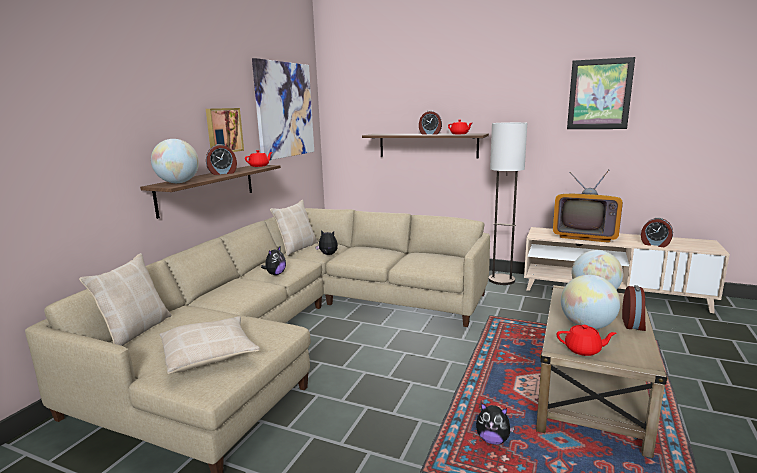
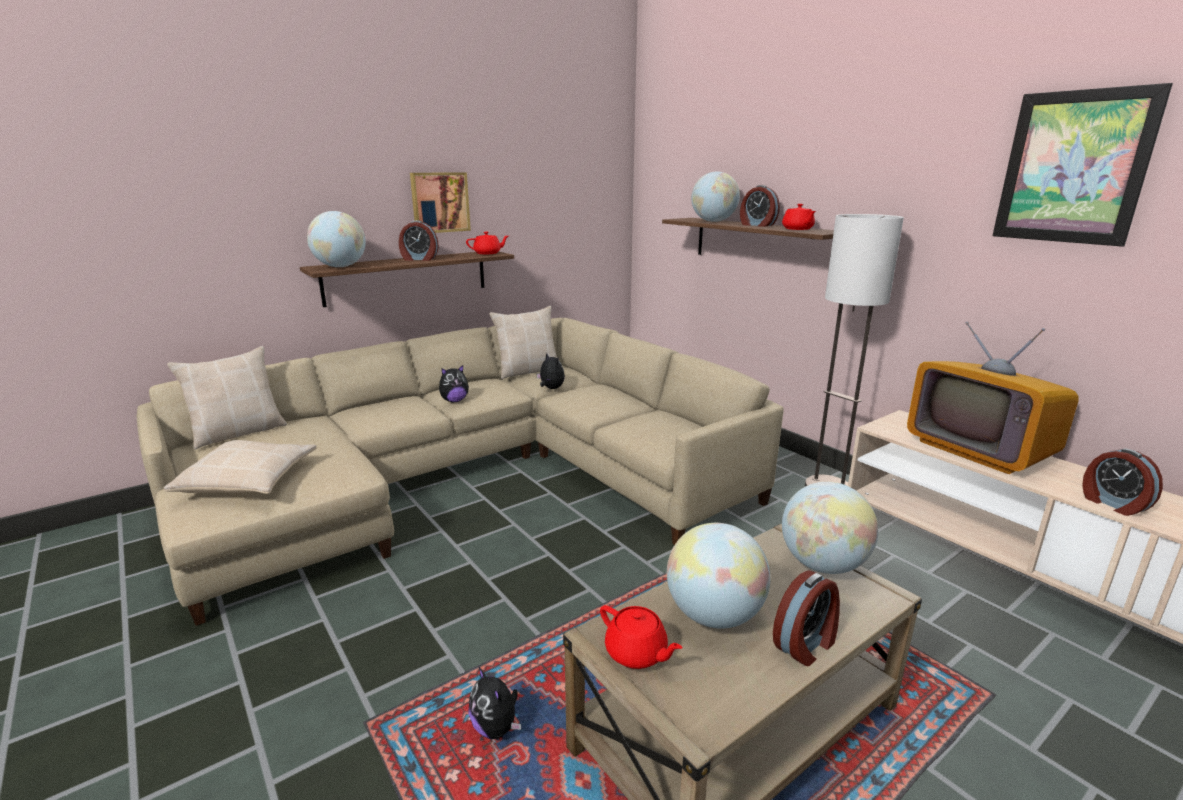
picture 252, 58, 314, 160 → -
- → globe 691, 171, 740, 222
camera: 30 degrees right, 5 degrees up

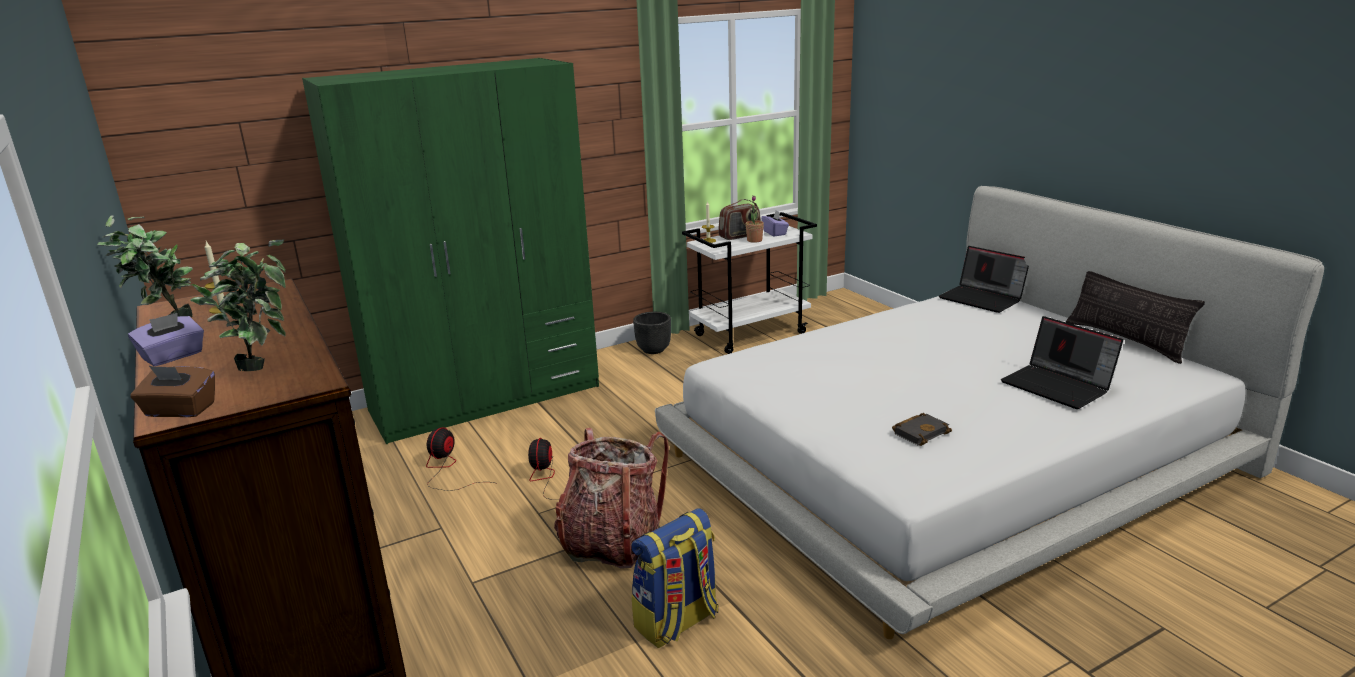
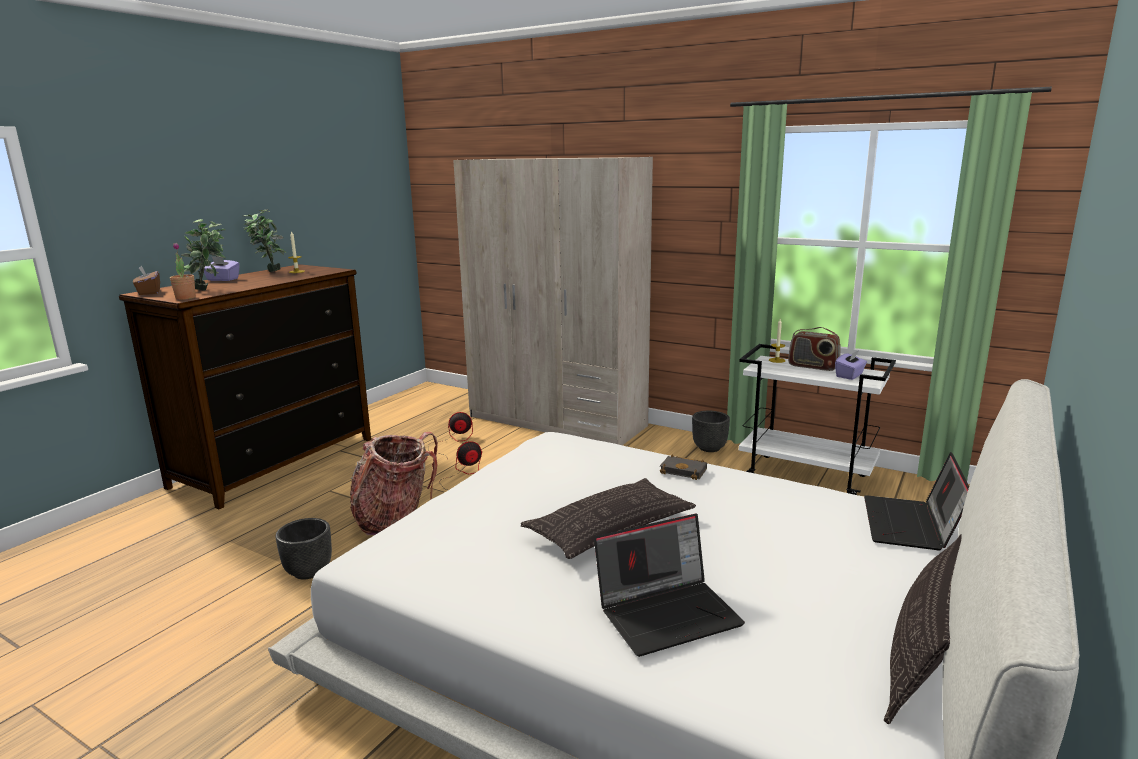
- → pillow 521, 478, 696, 559
potted plant 745, 196, 764, 243 → potted plant 170, 243, 196, 300, shifted
book/black 892, 413, 952, 446 → book/black 660, 455, 707, 480, shifted
backpack 632, 508, 718, 648 → planter/black 276, 518, 332, 580
wardrobe/green 302, 58, 599, 444 → wardrobe/beige 453, 157, 653, 445
laptop 1001, 316, 1123, 409 → laptop 594, 514, 745, 657, 135 degrees counterclockwise
camera: 60 degrees right, 5 degrees down

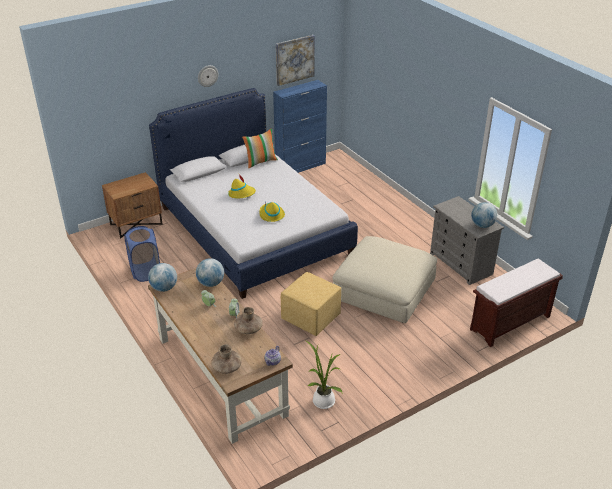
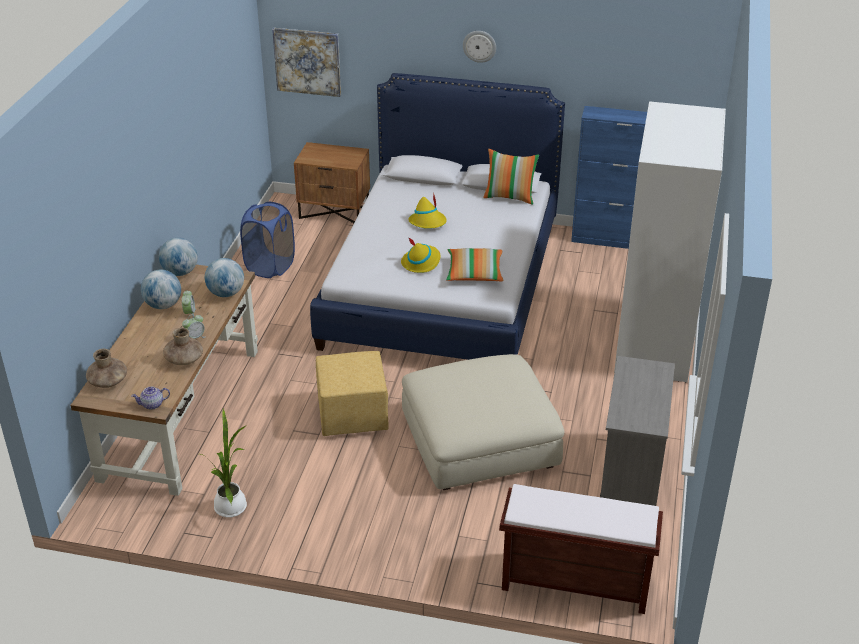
- → pillow 446, 248, 504, 281
- → wardrobe/white 614, 101, 726, 383
picture 276, 35, 315, 86 → picture 272, 28, 341, 97, shifted
globe 471, 202, 497, 228 → globe 141, 269, 181, 309, shifted
camera: 45 degrees right, 0 degrees up

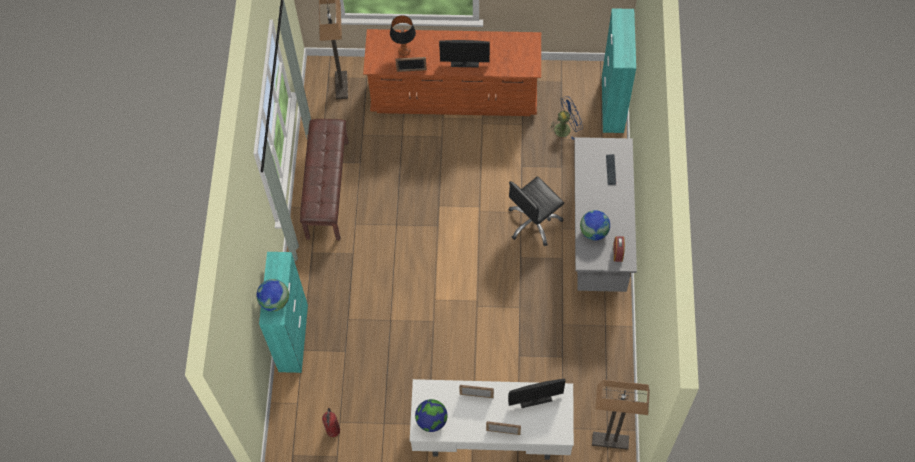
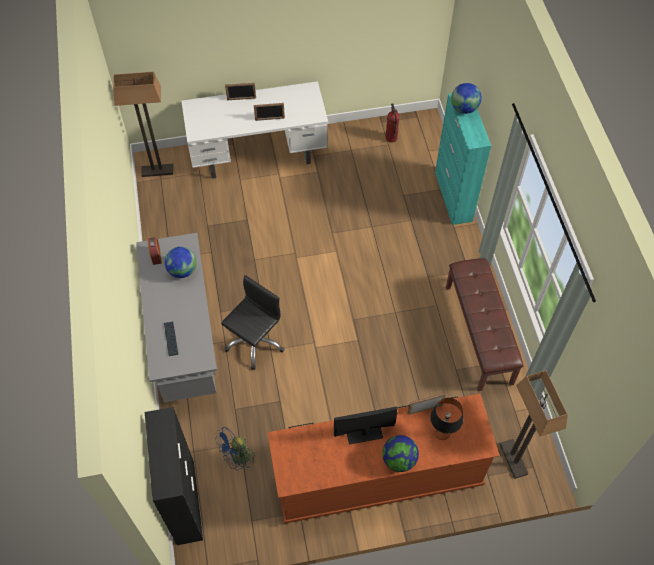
monitor 508, 378, 566, 408 → -
globe 415, 399, 447, 432 → globe 382, 435, 419, 472, shifted
cabinet/turquoise 602, 8, 636, 133 → cabinet/black 145, 407, 203, 545
camera: 165 degrees right, 5 degrees down

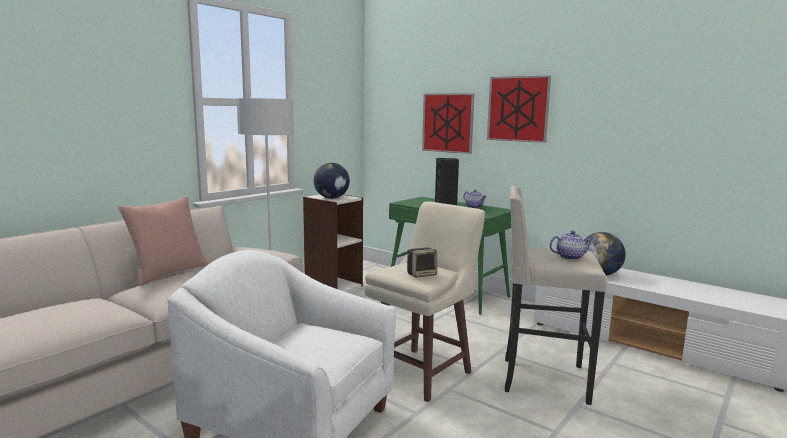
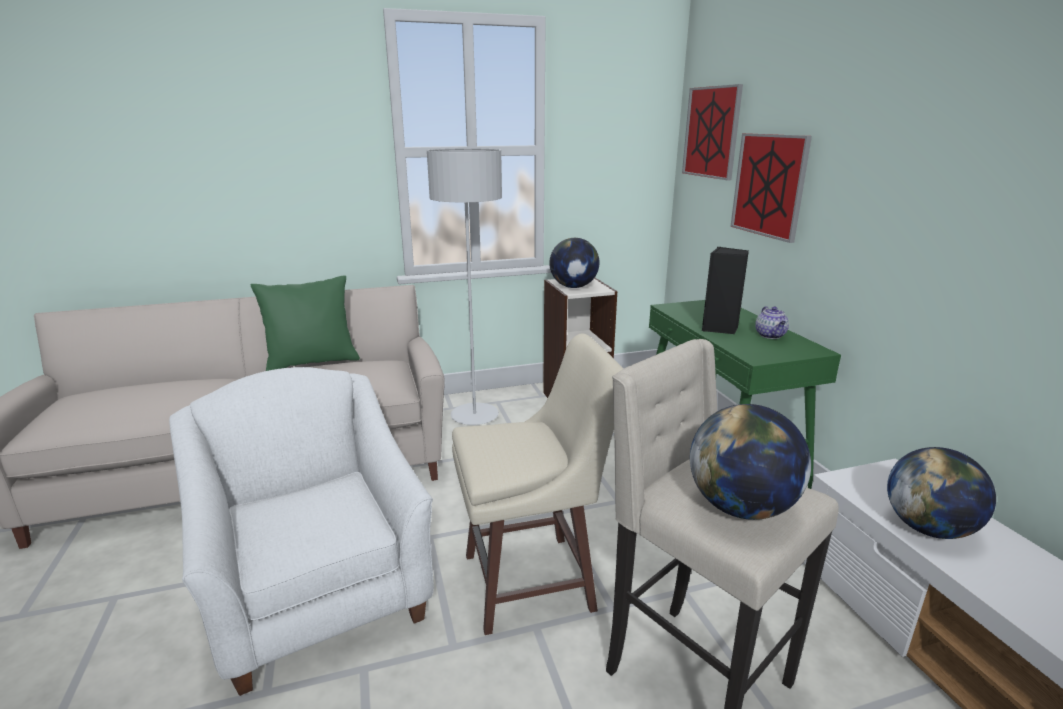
speaker 407, 248, 437, 277 → -
picture 487, 76, 551, 143 → picture 682, 84, 743, 180, shifted
teapot 549, 231, 593, 260 → globe 690, 404, 811, 520
pillow/pink 118, 197, 208, 286 → pillow/green 251, 276, 360, 371
camera: 35 degrees right, 10 degrees up

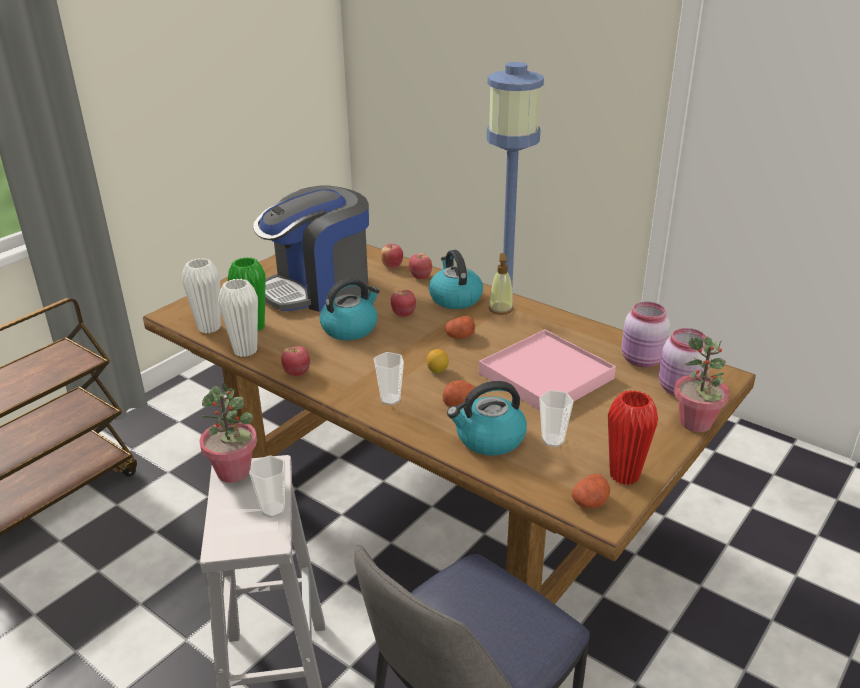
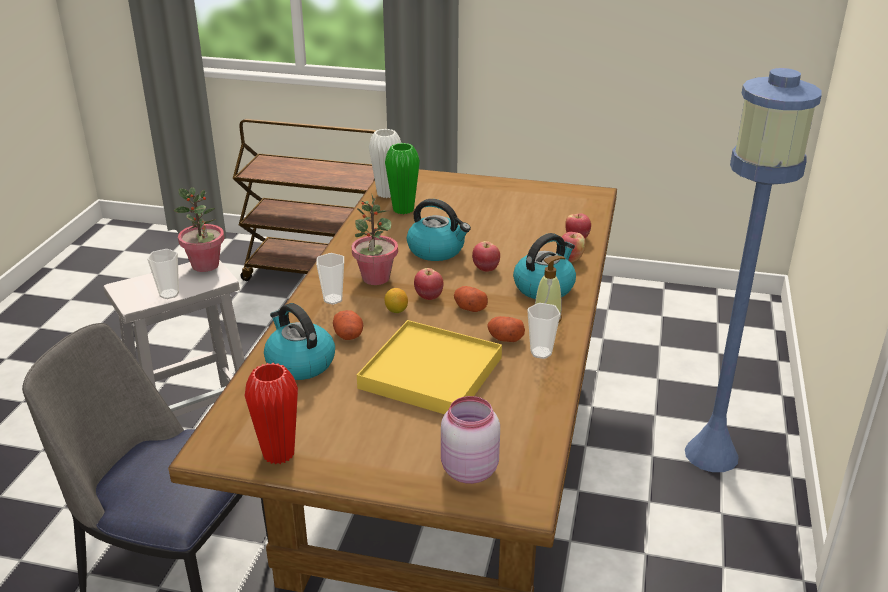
vase/white 218, 279, 258, 357 → -
coffee machine 253, 186, 369, 312 → -
jar/pink 621, 302, 670, 367 → -
apple 281, 346, 310, 377 → apple 414, 268, 444, 300, shifted
cup 539, 390, 574, 447 → cup 527, 303, 561, 359, shifted
potato 572, 474, 610, 509 → potato 487, 316, 525, 342, shifted
potted plant 674, 337, 730, 432 → potted plant 351, 193, 398, 285, shifted
tray/pink 479, 329, 616, 411 → tray/yellow 357, 320, 502, 414
camera: 65 degrees right, 0 degrees up

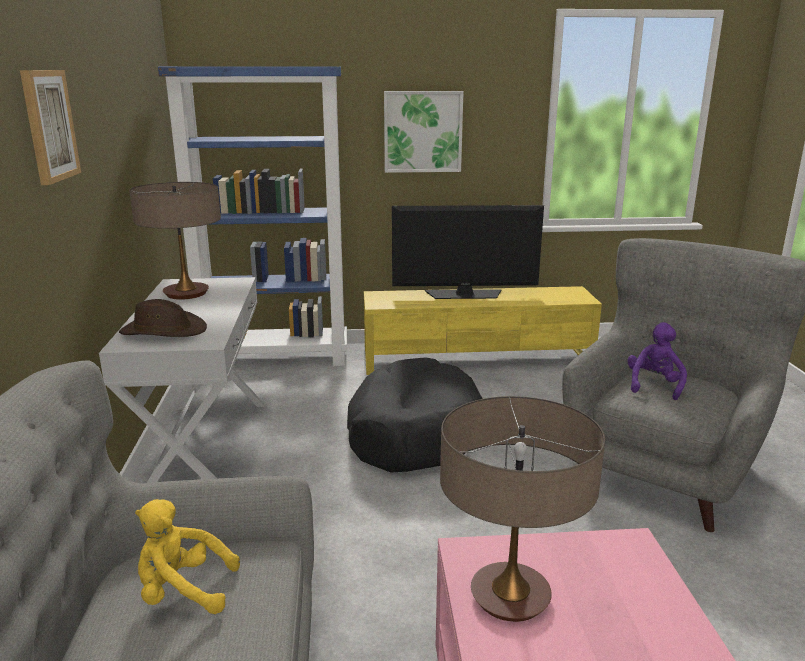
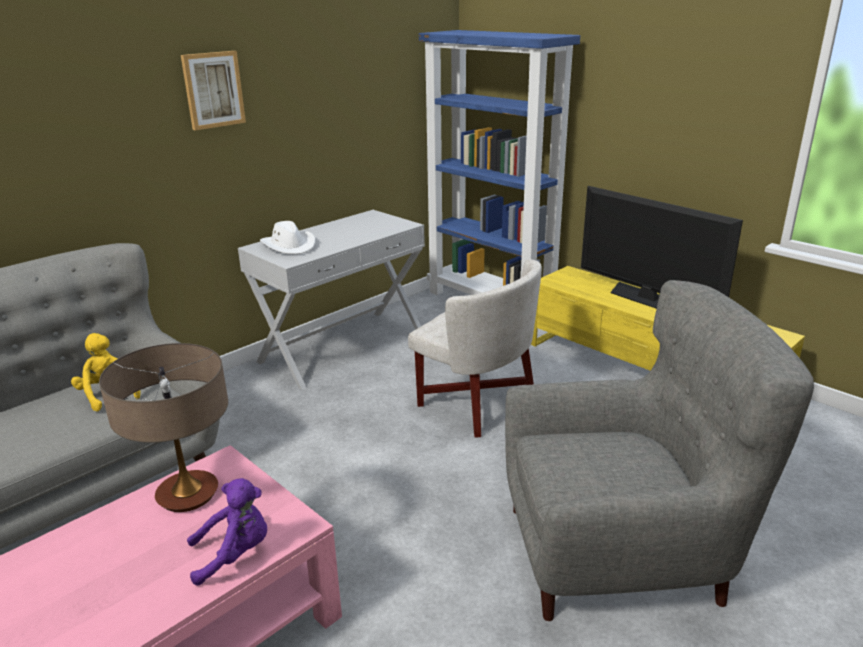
table lamp 129, 182, 221, 300 → -
picture 384, 91, 464, 173 → -
plush toy/purple 627, 322, 687, 400 → plush toy/purple 187, 478, 267, 586, shifted
dog bed/black 347, 357, 483, 472 → armchair/white 408, 259, 542, 438
hat/brown 119, 299, 207, 337 → hat/white 260, 221, 315, 254
camera: 50 degrees right, 5 degrees up

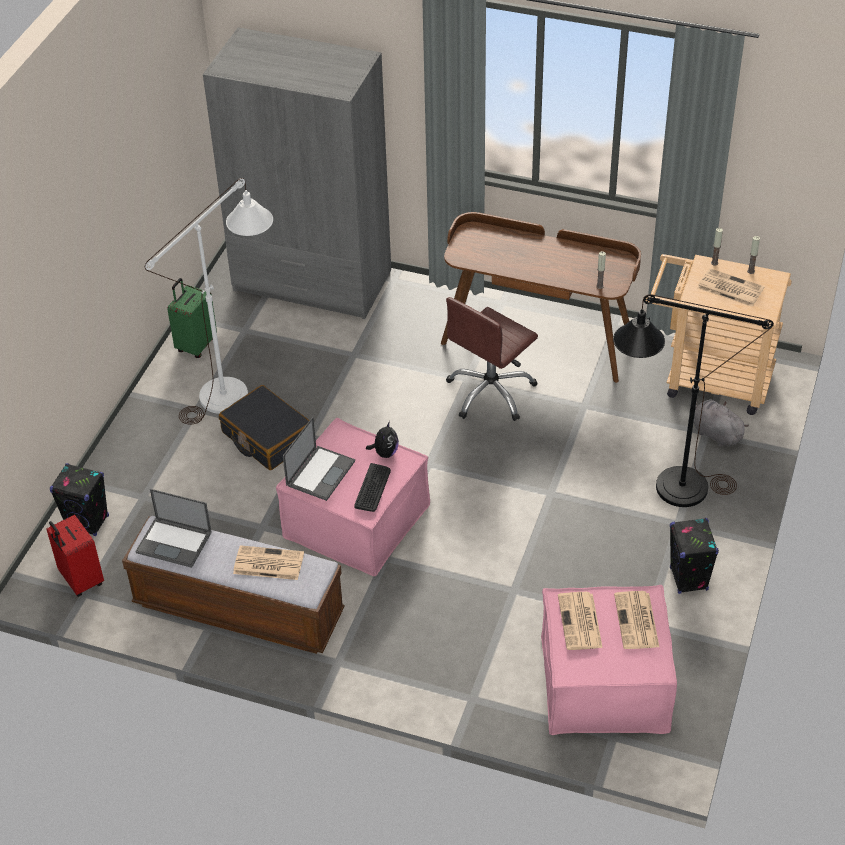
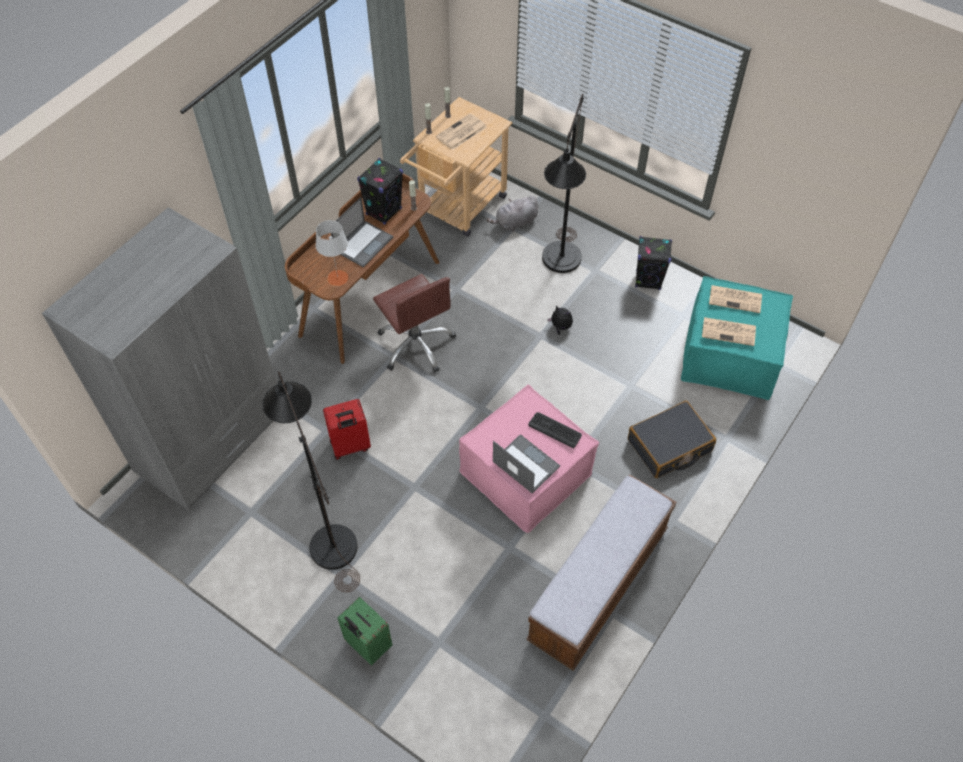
newspaper 233, 545, 304, 580 → -
- → table lamp/grey 316, 220, 348, 286
suitcase/red 46, 515, 104, 597 → suitcase/red 323, 399, 371, 460, shifted
speaker/black 50, 463, 109, 536 → speaker/black 357, 158, 403, 225, shifted
laptop 135, 489, 212, 568 → laptop 331, 197, 393, 268, shifted
suitcase/green 167, 278, 217, 358 → suitcase/green 338, 597, 392, 665, shifted
suitcase/black 219, 385, 310, 470 → suitcase/black 628, 401, 716, 478, shifted
plush toy 366, 421, 399, 458 → plush toy 547, 305, 573, 335, shifted
floor lamp/white 145, 178, 273, 425 → floor lamp/black 262, 371, 360, 592
ottoman/pink 541, 585, 677, 735 → ottoman/turquoise 681, 276, 793, 400
camera: 75 degrees left, 10 degrees up

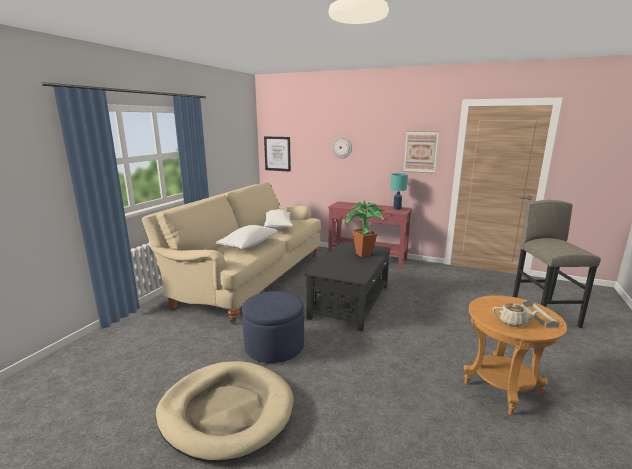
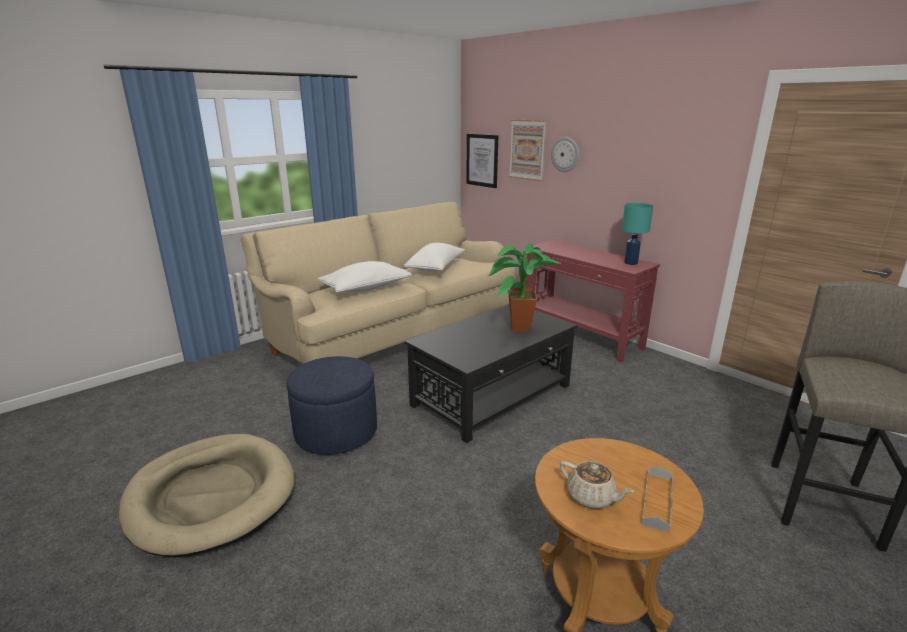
picture 403, 131, 439, 174 → picture 509, 120, 547, 181, shifted
camera: 25 degrees right, 5 degrees up

